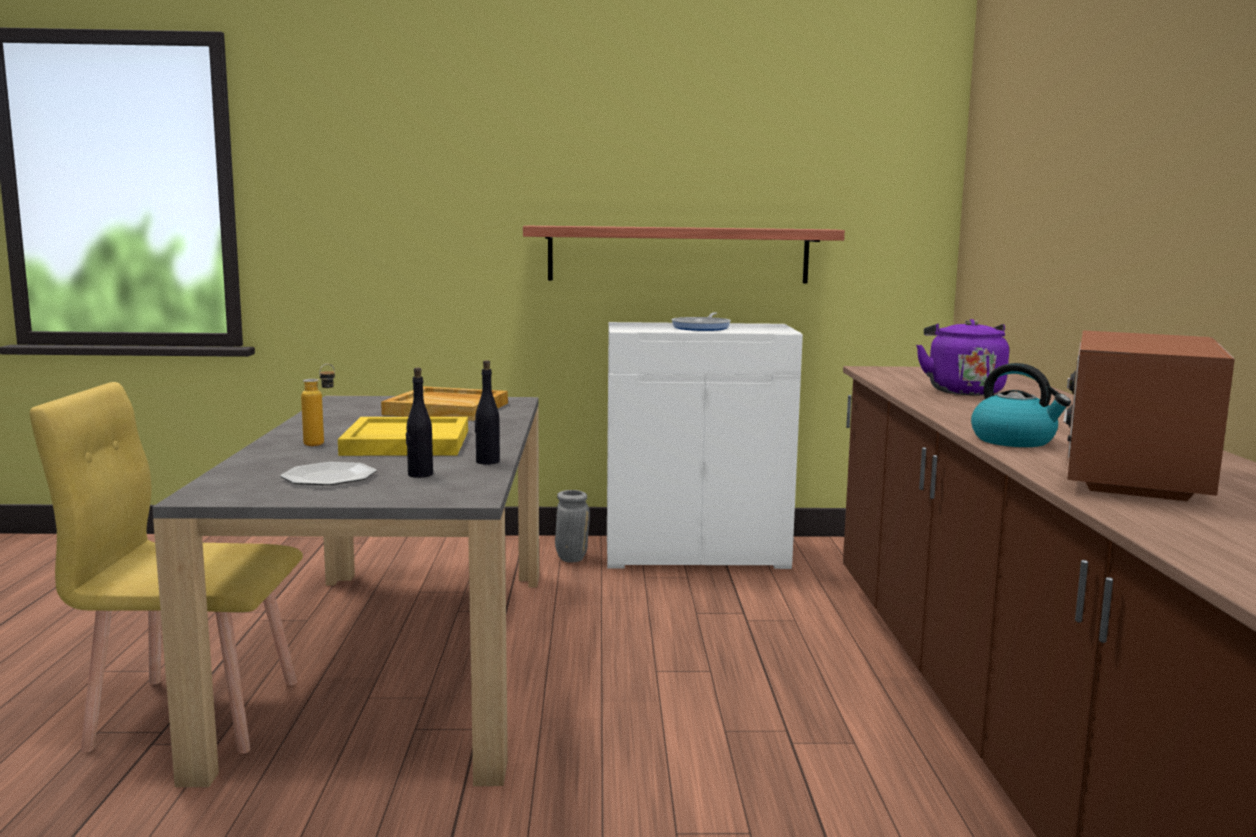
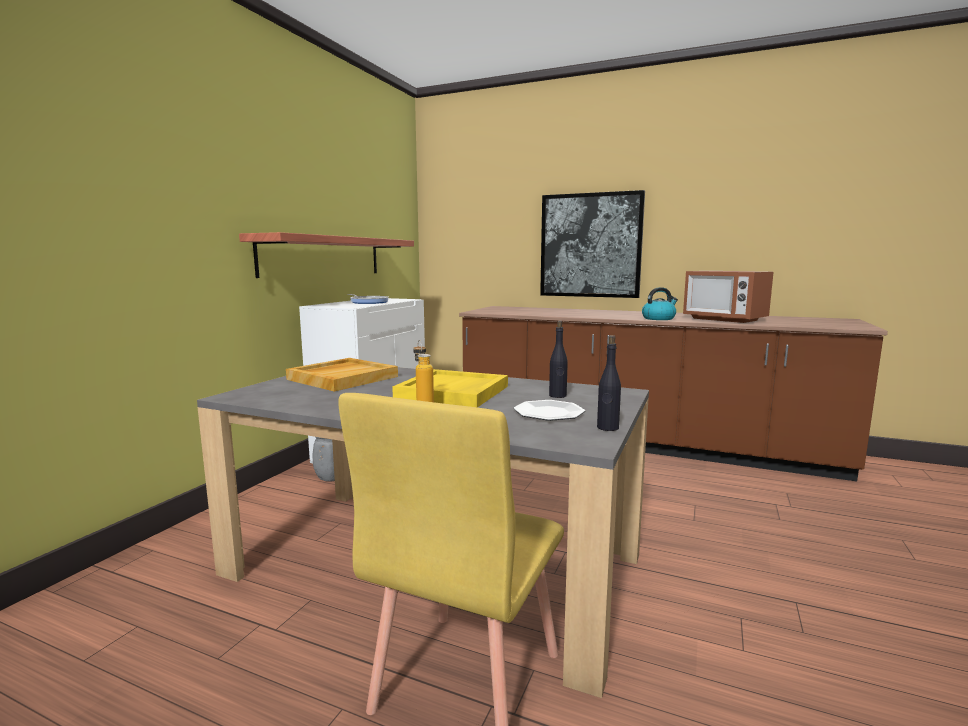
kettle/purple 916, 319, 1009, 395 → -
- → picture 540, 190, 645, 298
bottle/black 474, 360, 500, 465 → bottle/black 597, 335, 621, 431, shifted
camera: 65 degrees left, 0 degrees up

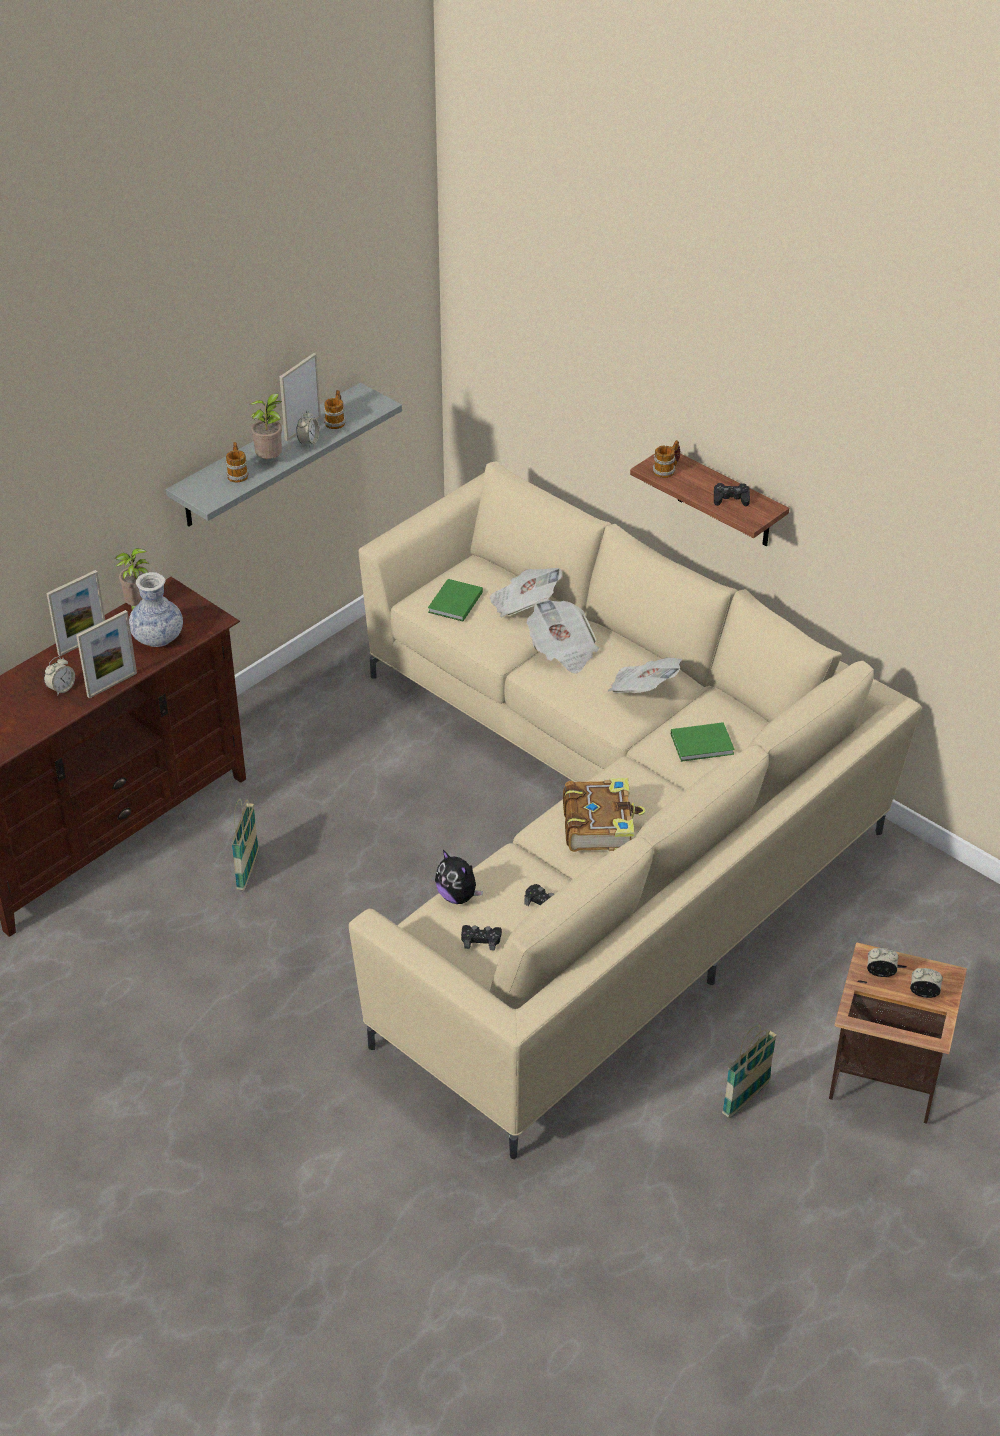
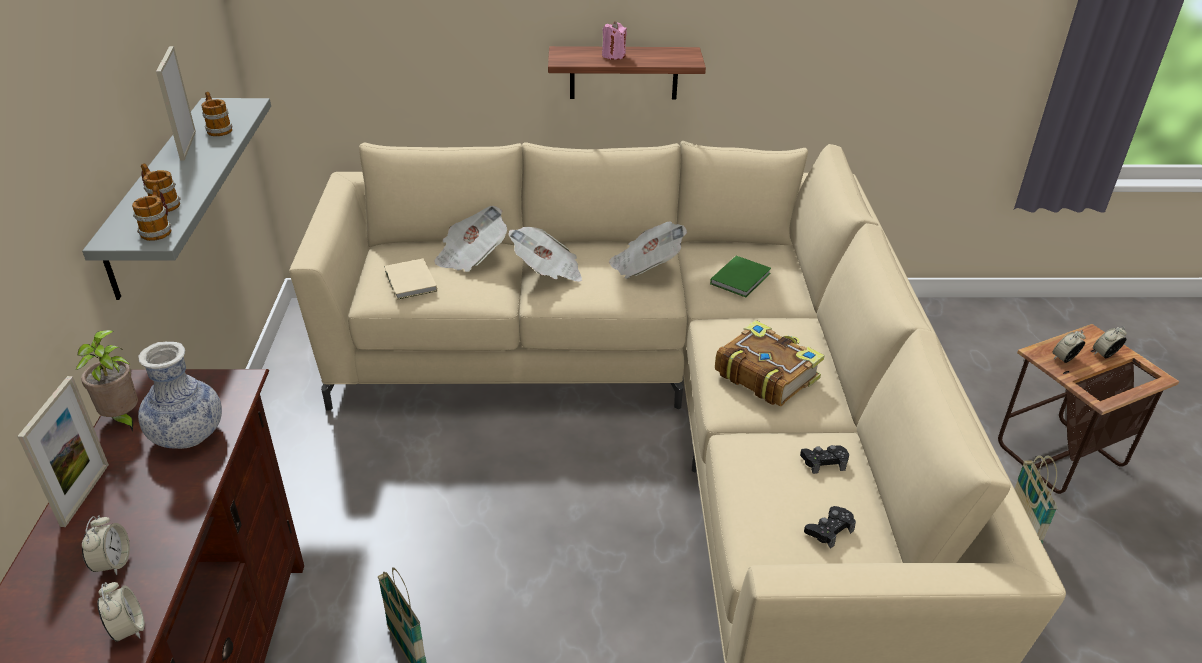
picture frame 76, 610, 137, 698 → -
potted plant 250, 393, 282, 459 → -
plush toy 435, 850, 483, 904 → -
game controller/black 714, 483, 750, 506 → -
- → candle/pink 602, 21, 627, 60
alarm clock 296, 410, 320, 447 → alarm clock 97, 582, 145, 642, shifted
mug 653, 440, 680, 478 → mug 132, 185, 172, 241, shifted
book/green 428, 579, 483, 621 → book/beige 384, 258, 437, 300
camera: 45 degrees left, 5 degrees down

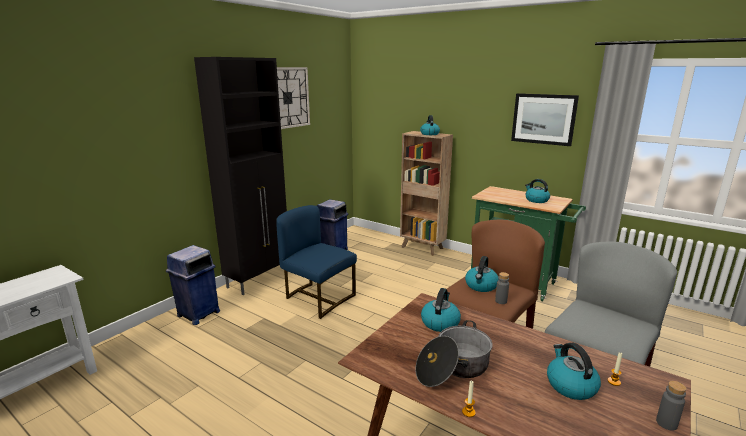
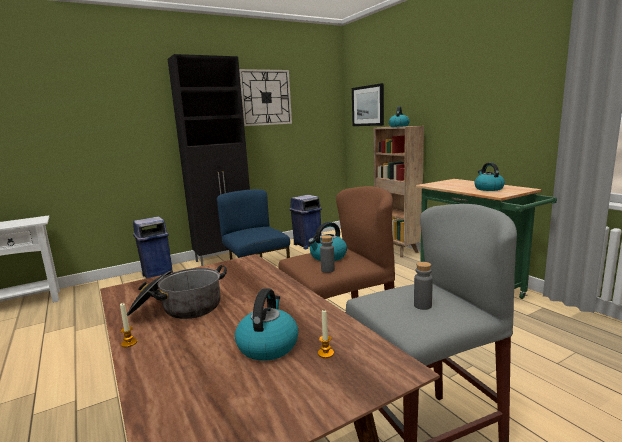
kettle 421, 288, 461, 332 → -
picture 511, 93, 579, 146 → picture 352, 83, 384, 126, shifted
bottle/grey 656, 381, 687, 431 → bottle/grey 414, 262, 433, 310, shifted
camera: 25 degrees right, 5 degrees down

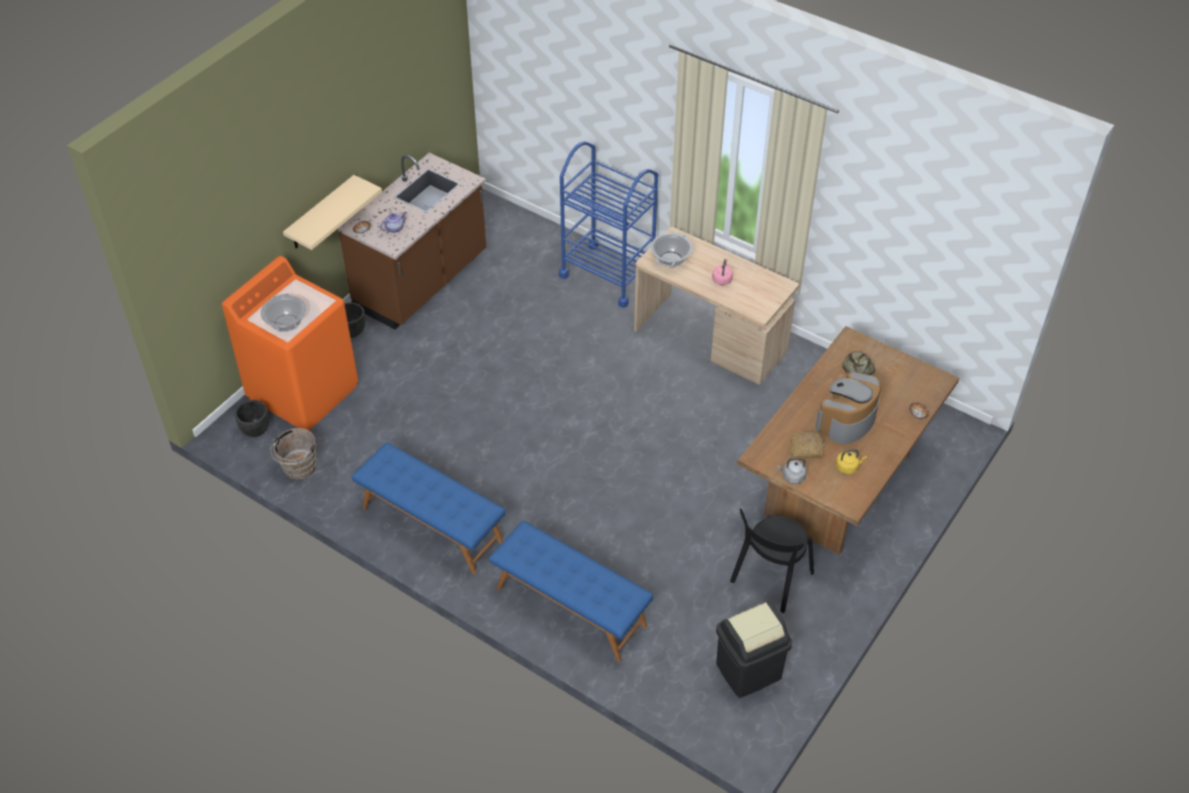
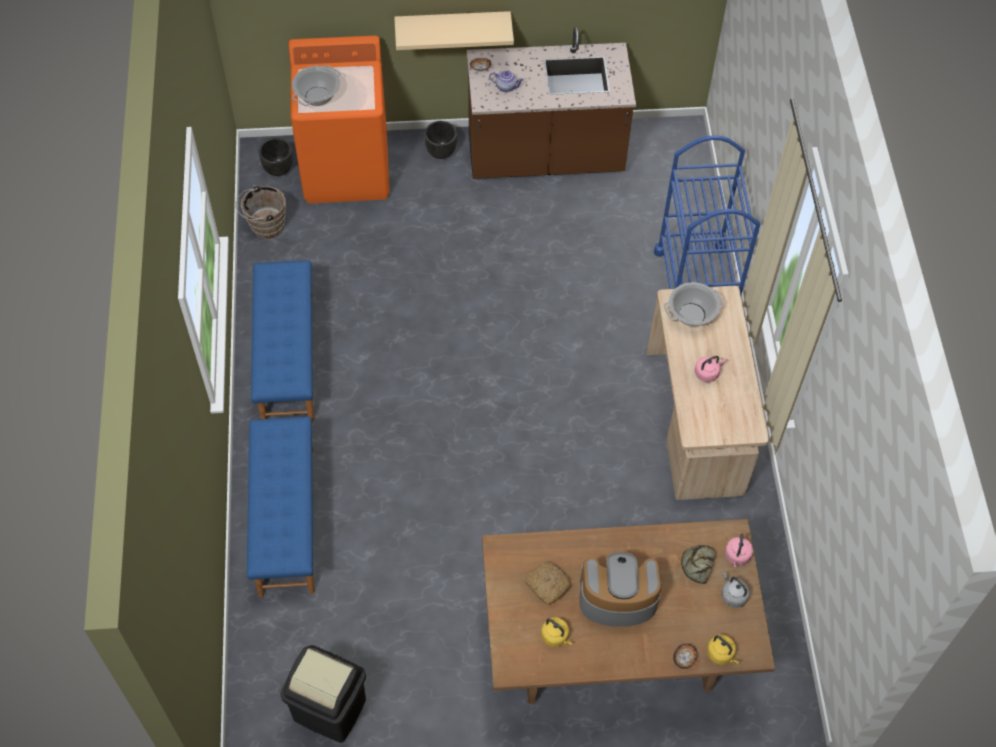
chair/black 730, 508, 814, 613 → -
- → kettle/yellow 707, 635, 739, 664
- → kettle/pink 725, 534, 753, 567
kettle/grey 777, 458, 807, 484 → kettle/grey 721, 572, 750, 608, shifted
camera: 50 degrees right, 10 degrees up

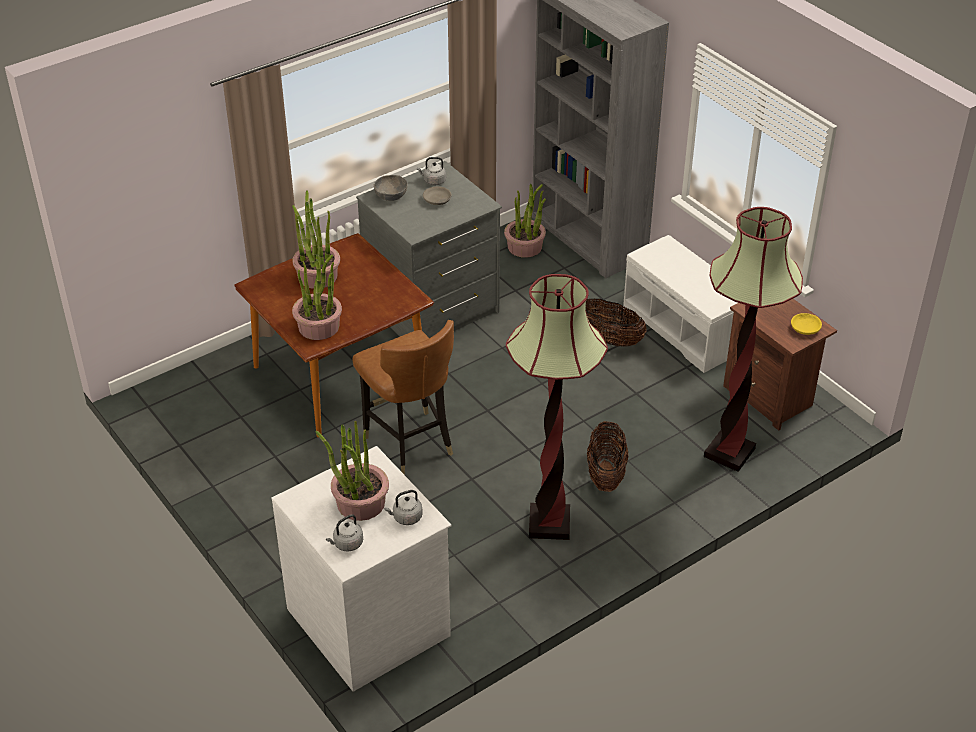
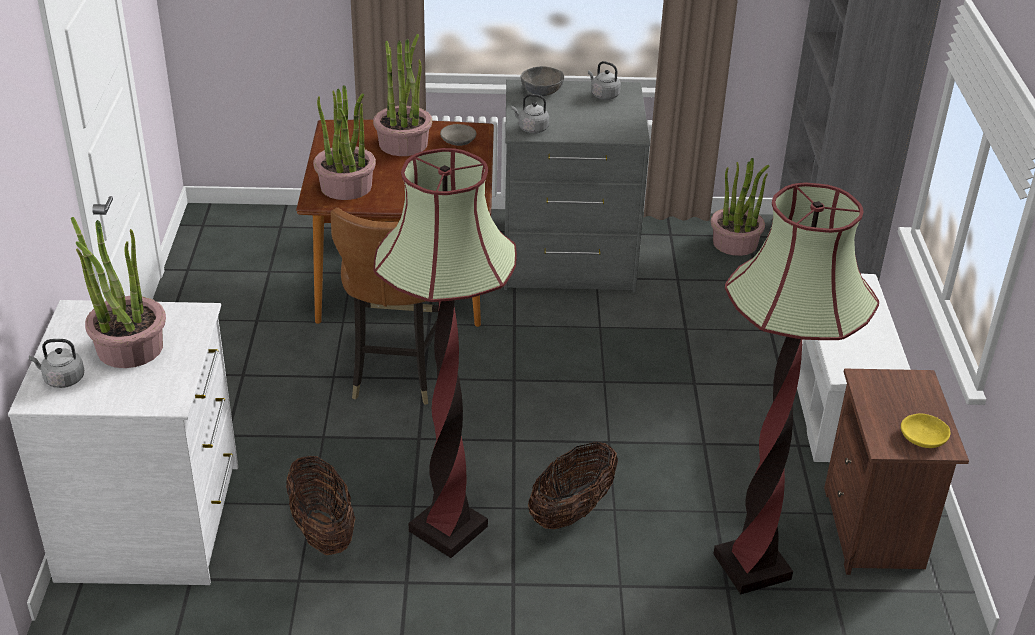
kettle/grey 384, 490, 423, 525 → kettle/grey 511, 94, 549, 133, shifted
bowl/grey 423, 186, 452, 205 → bowl/grey 440, 124, 477, 146, shifted
basket 585, 298, 646, 347 → basket 286, 456, 355, 555, shifted
camera: 35 degrees right, 5 degrees down

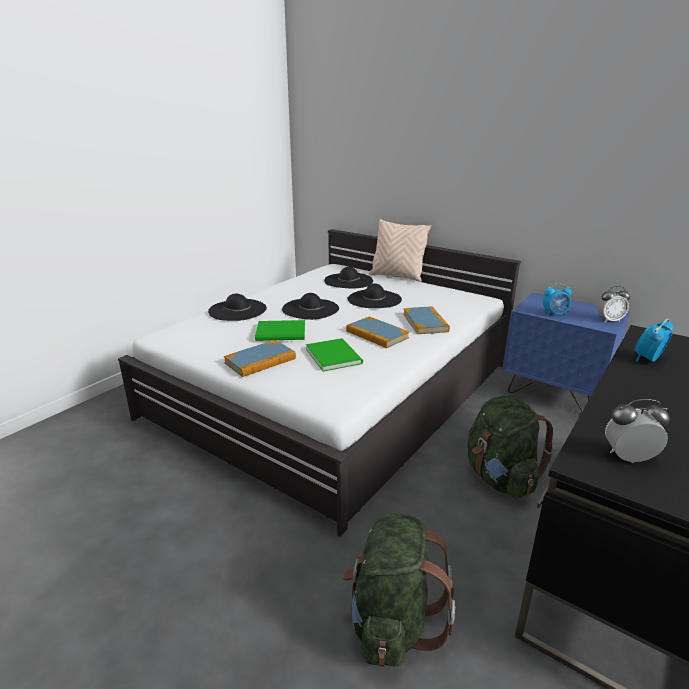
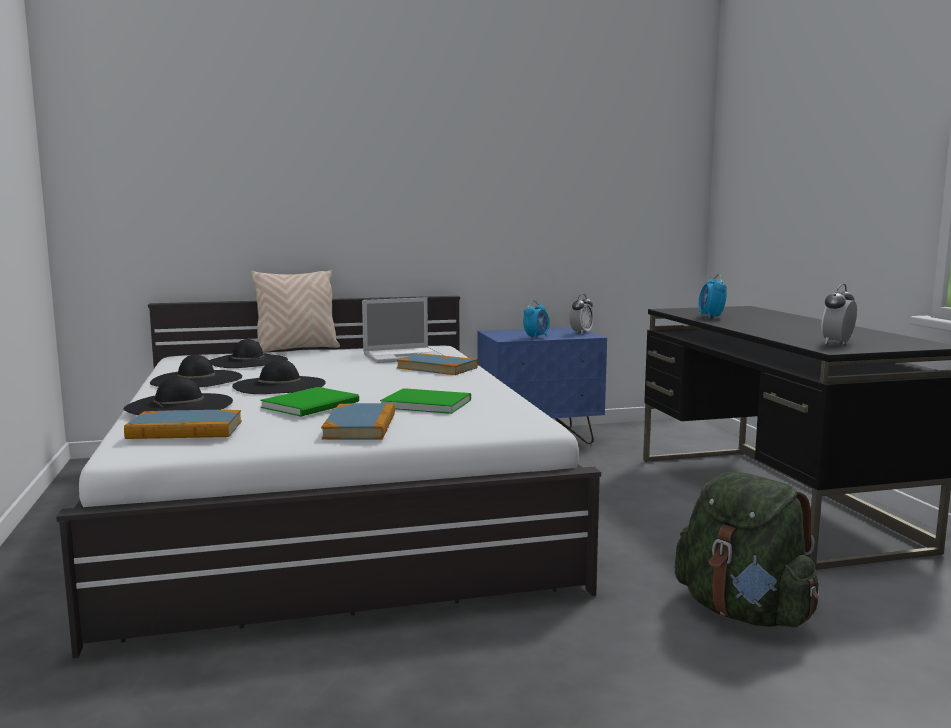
backpack/green 467, 396, 554, 498 → -
- → laptop 362, 297, 444, 363
book 346, 317, 409, 348 → book 124, 410, 242, 439, shifted
hat/black 347, 283, 402, 308 → hat/black 150, 354, 242, 387, shifted
camera: 50 degrees left, 15 degrees down

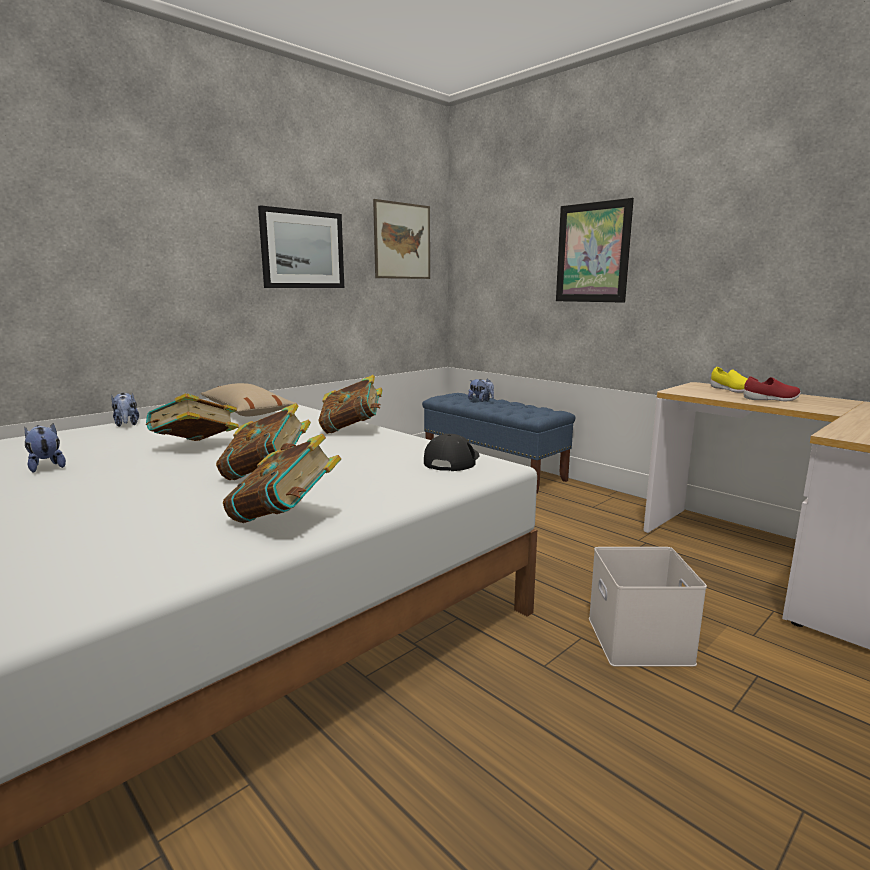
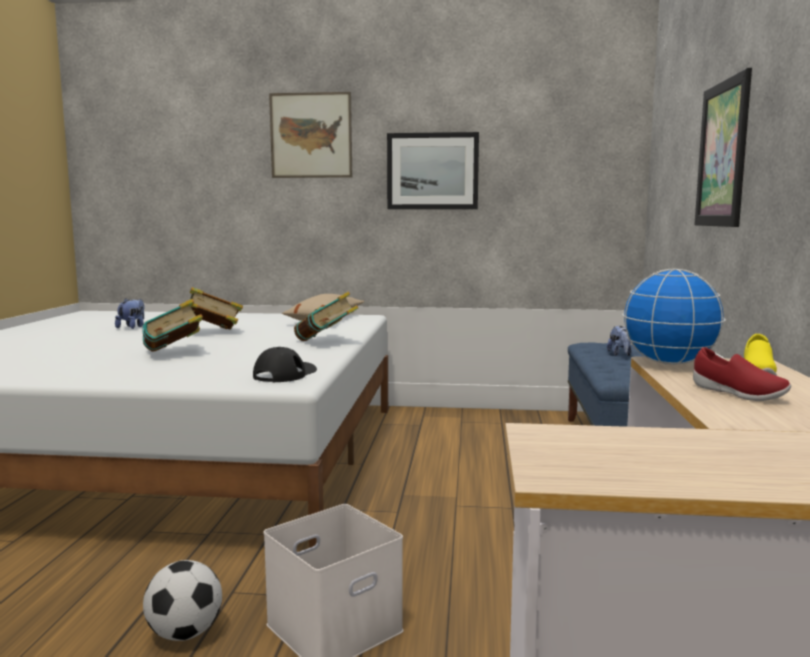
plush toy 111, 393, 139, 427 → -
book 223, 434, 341, 523 → -
- → football 143, 560, 222, 641
- → globe 622, 269, 726, 365
picture 373, 199, 430, 279 → picture 269, 92, 352, 178, shifted
cap/black 424, 434, 480, 471 → cap/black 253, 347, 317, 382, 45 degrees counterclockwise
camera: 50 degrees right, 5 degrees down

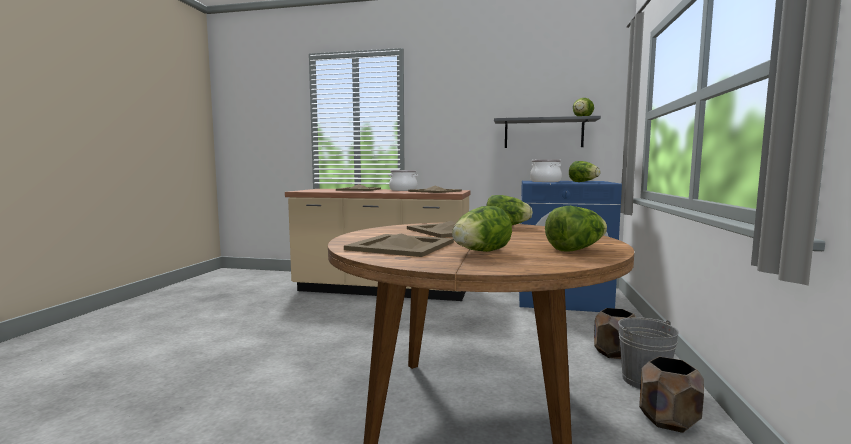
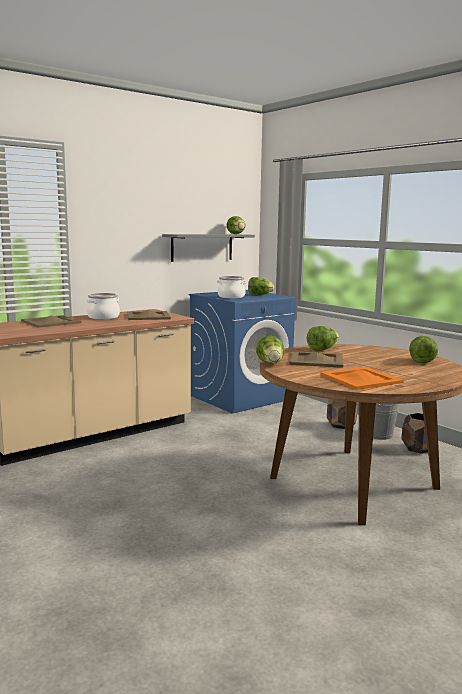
lettuce 452, 206, 512, 252 → lettuce 256, 336, 285, 364, shifted
tray/beige 344, 233, 454, 257 → tray/orange 320, 367, 404, 390
camera: 50 degrees left, 5 degrees up

